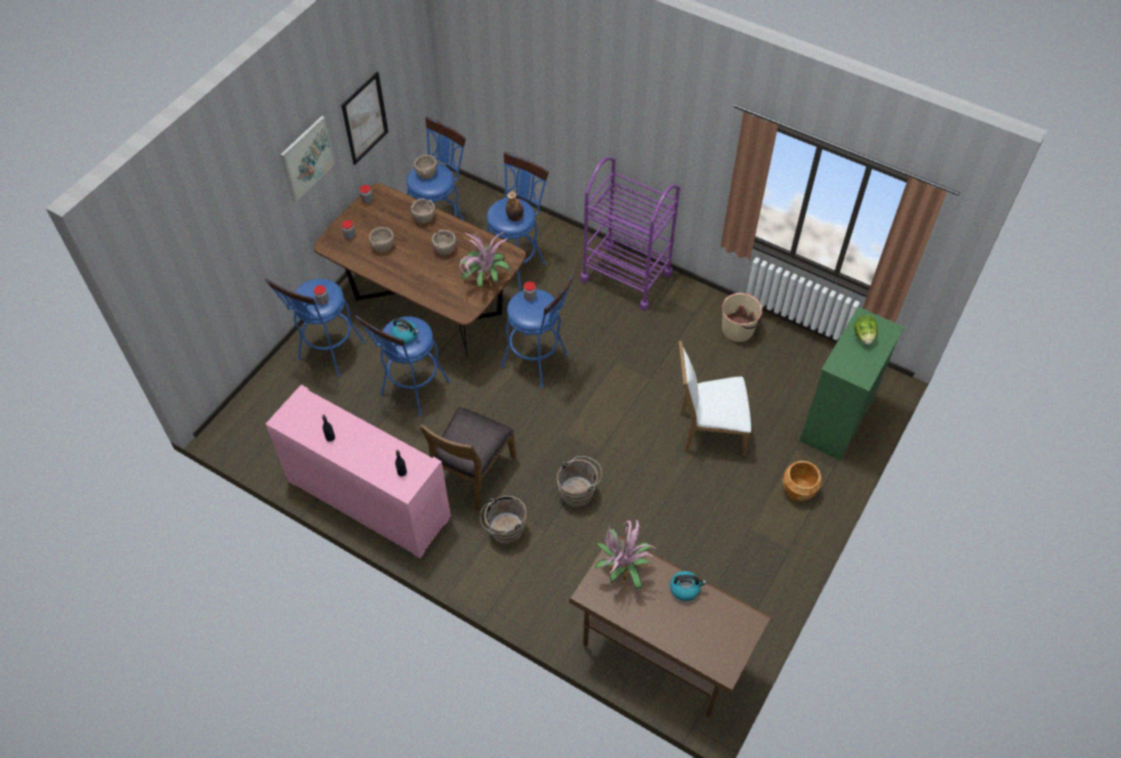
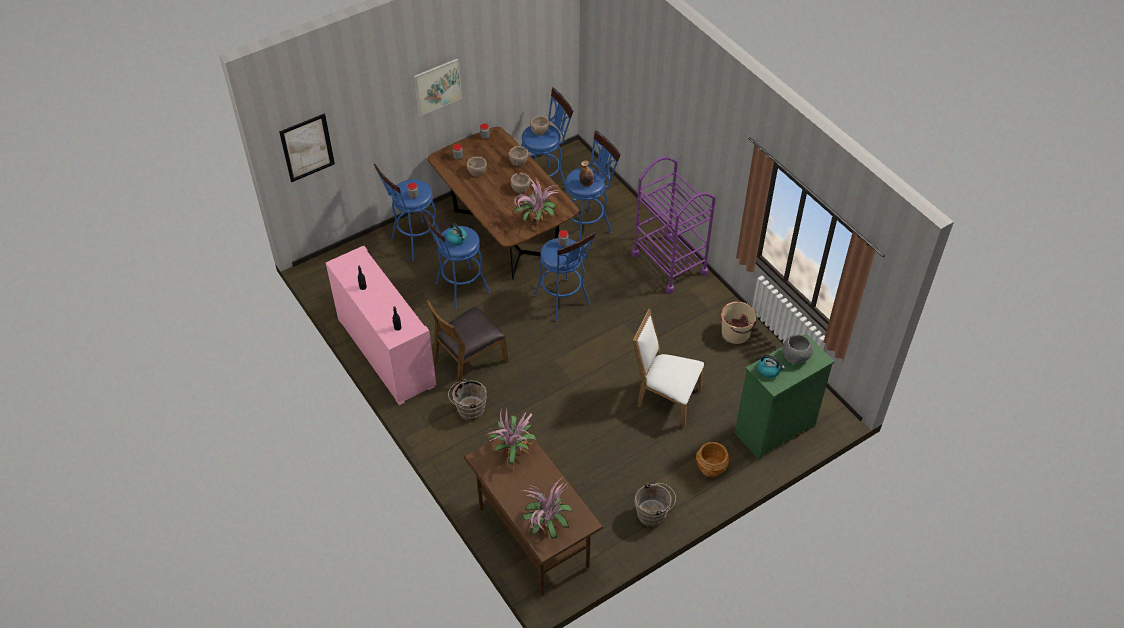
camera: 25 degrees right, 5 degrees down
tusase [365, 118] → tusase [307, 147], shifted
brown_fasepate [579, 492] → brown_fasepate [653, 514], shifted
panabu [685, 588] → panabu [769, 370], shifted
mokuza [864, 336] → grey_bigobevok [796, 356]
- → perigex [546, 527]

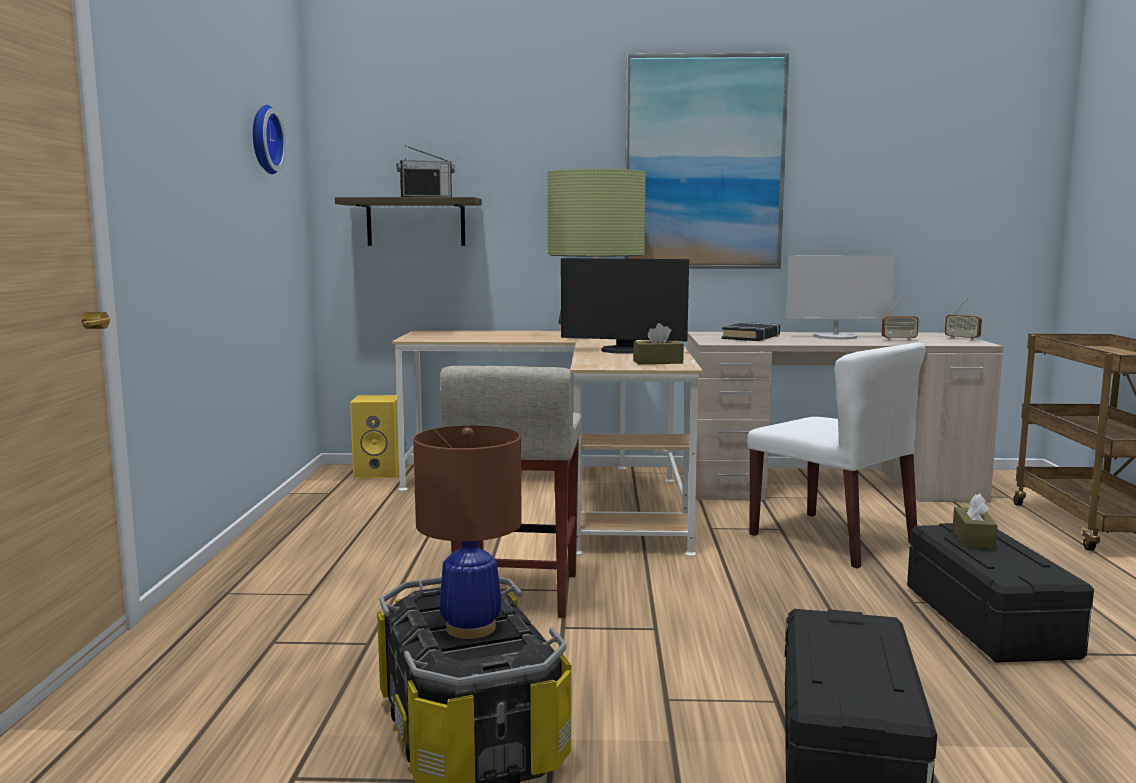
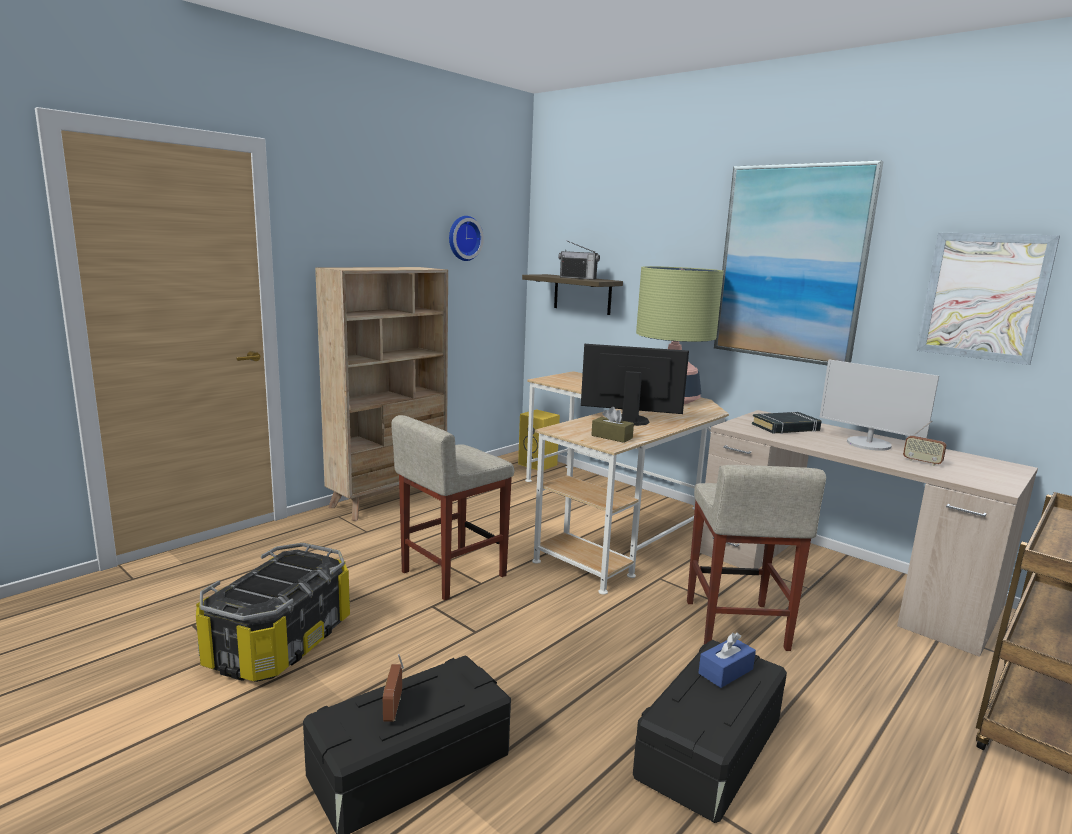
camera: 40 degrees right, 5 degrees up
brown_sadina [470, 628] → -
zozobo [623, 351] → zozobo [630, 420], 135 degrees clockwise
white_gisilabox [833, 539] → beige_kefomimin [735, 625]
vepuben [962, 339] → vepuben [393, 709], shifted
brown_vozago [973, 538] → blue_vozago [725, 671]
- → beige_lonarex [389, 499]
- → tusase [983, 297]

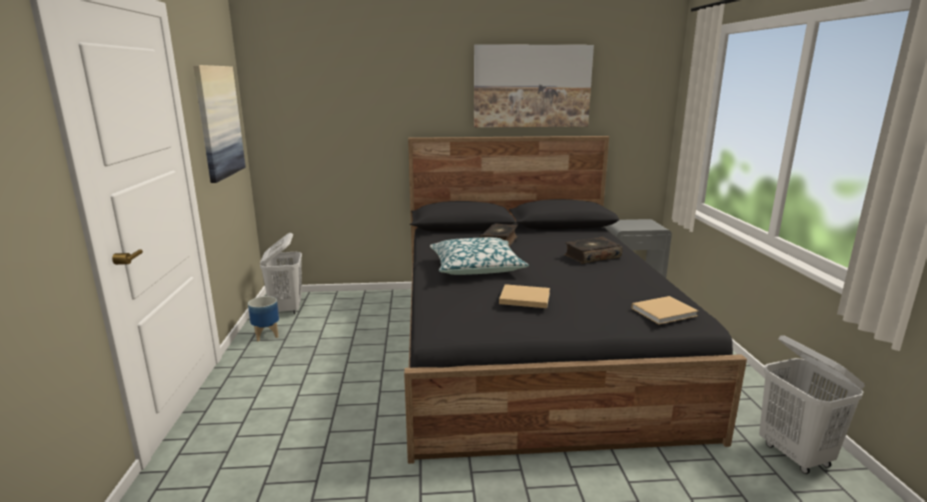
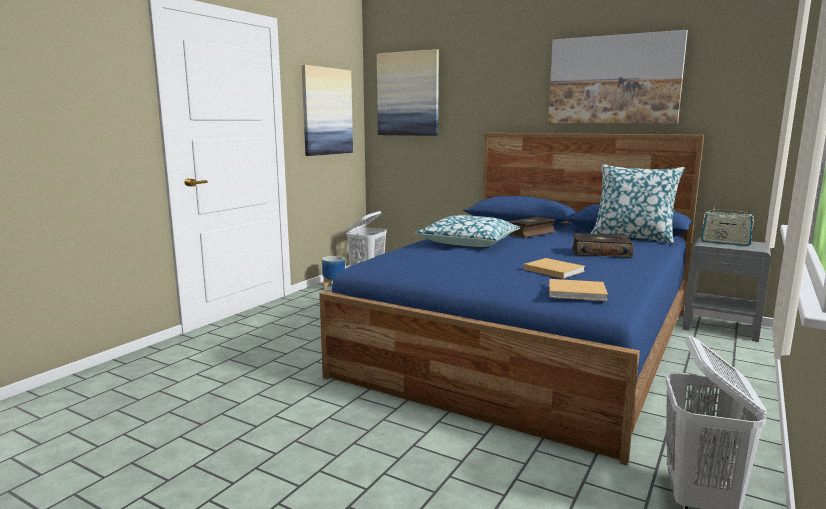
camera: 35 degrees right, 5 degrees down
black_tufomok [530, 346] → blue_tufomok [530, 341]
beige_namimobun [523, 298] → beige_namimobun [552, 270], shifted
- → tusase [408, 94]
- → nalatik [633, 237]
- → vepuben [725, 243]

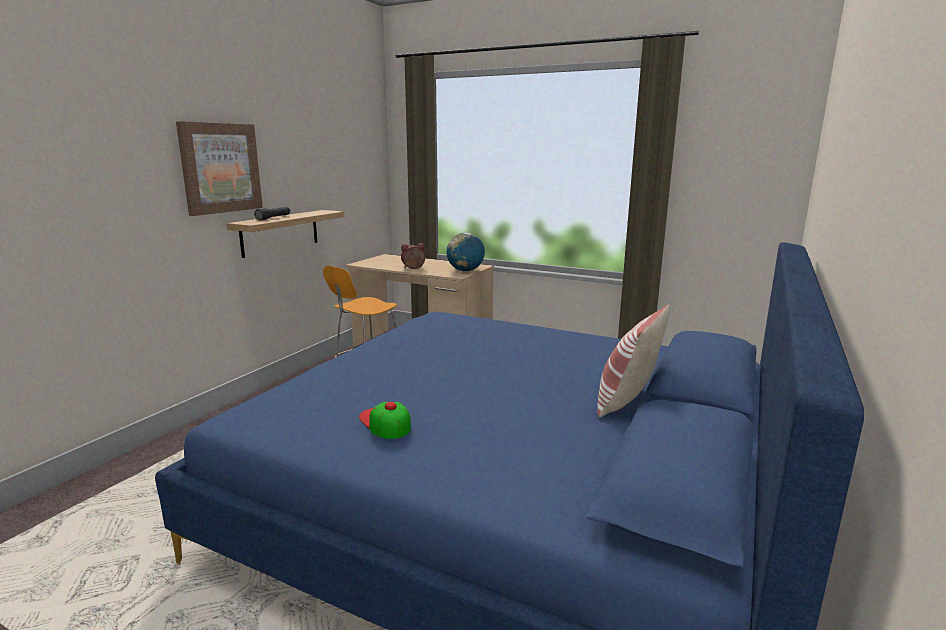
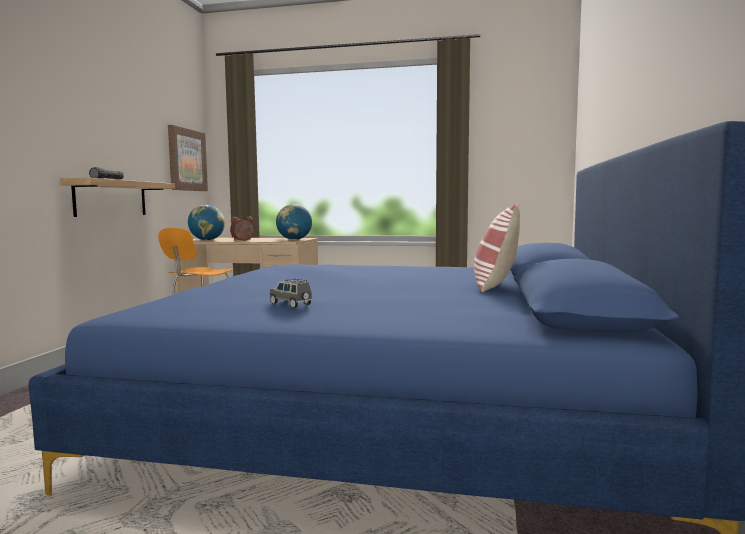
camera: 15 degrees left, 10 degrees down
tusase [220, 168] → tusase [186, 160], shifted
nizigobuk [385, 422] → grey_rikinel [291, 304]
- → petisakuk [207, 240]

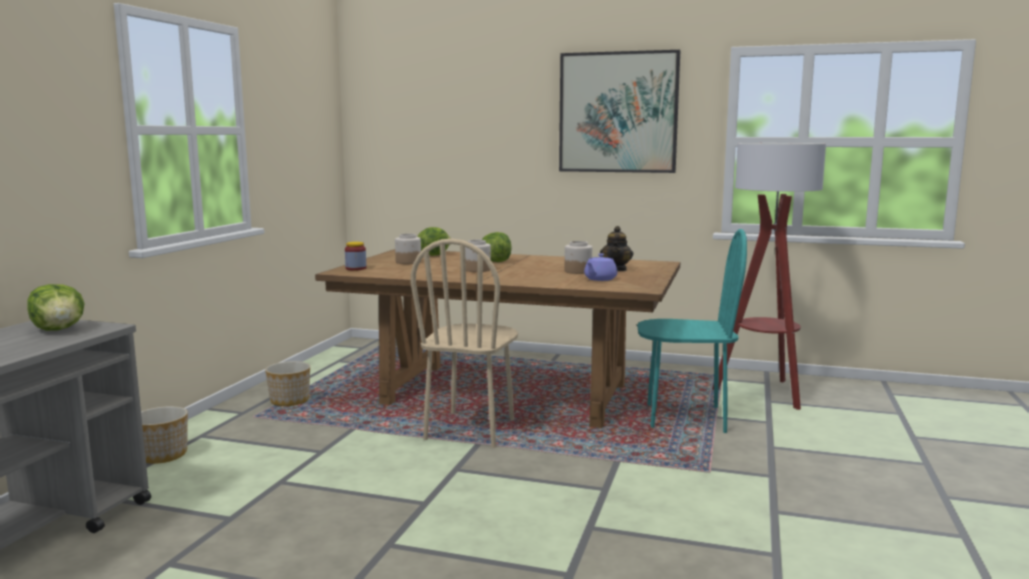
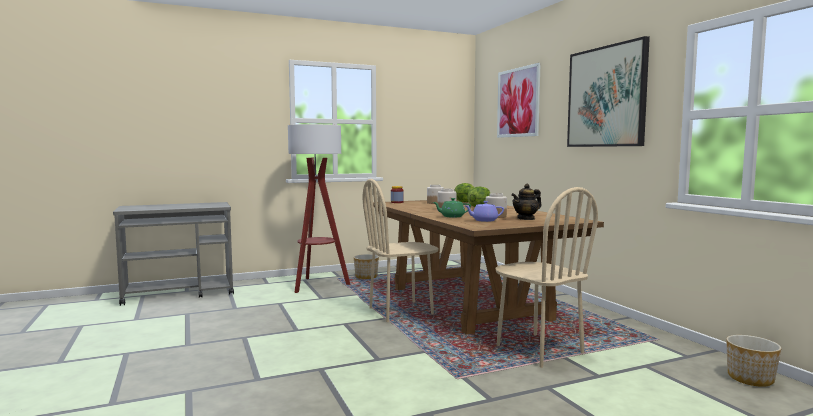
camera: 50 degrees right, 5 degrees down
mokuza [59, 329] → -
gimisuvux [163, 455] → gimisuvux [750, 378], shifted
turquoise_gisilabox [685, 418] → beige_gisilabox [538, 350]
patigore [764, 393] → patigore [317, 285], shifted
- → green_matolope [452, 216]
- → tusase [518, 102]

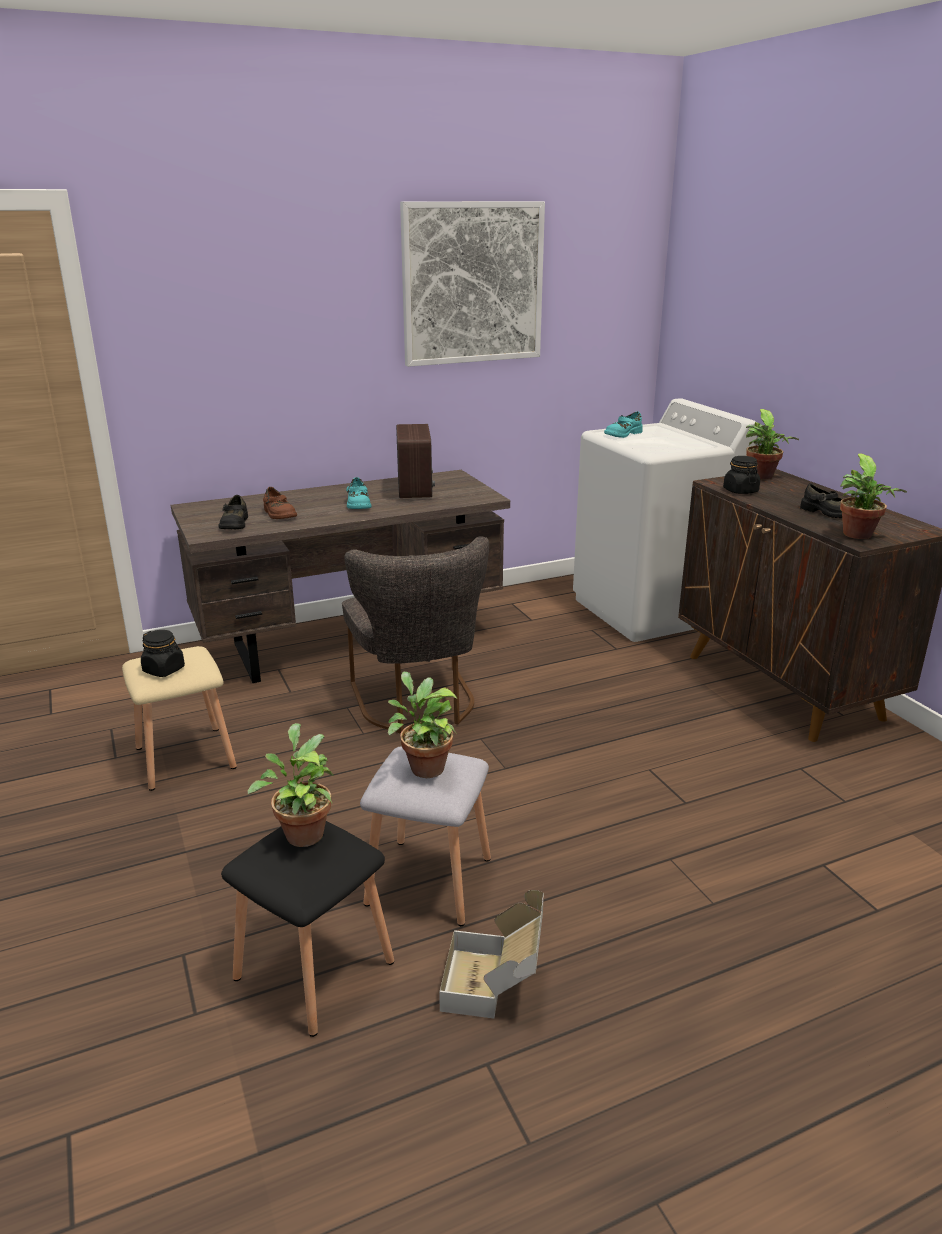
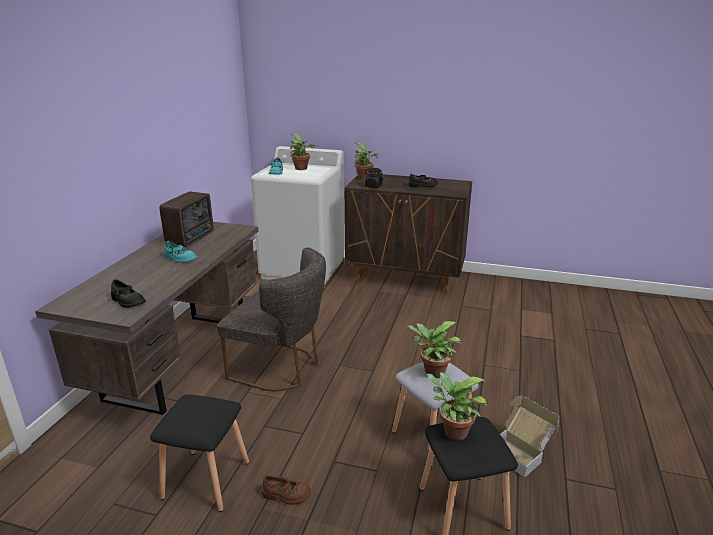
camera: 50 degrees left, 0 degrees up
beige_kefomimin [187, 758] → black_kefomimin [208, 479]
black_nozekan [164, 670] → -
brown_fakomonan [279, 514] → brown_fakomonan [286, 495], shifted
vepuben [416, 489] → vepuben [192, 238], 75 degrees clockwise
tusase [473, 283] → -
perigex [858, 536] → perigex [302, 169], shifted

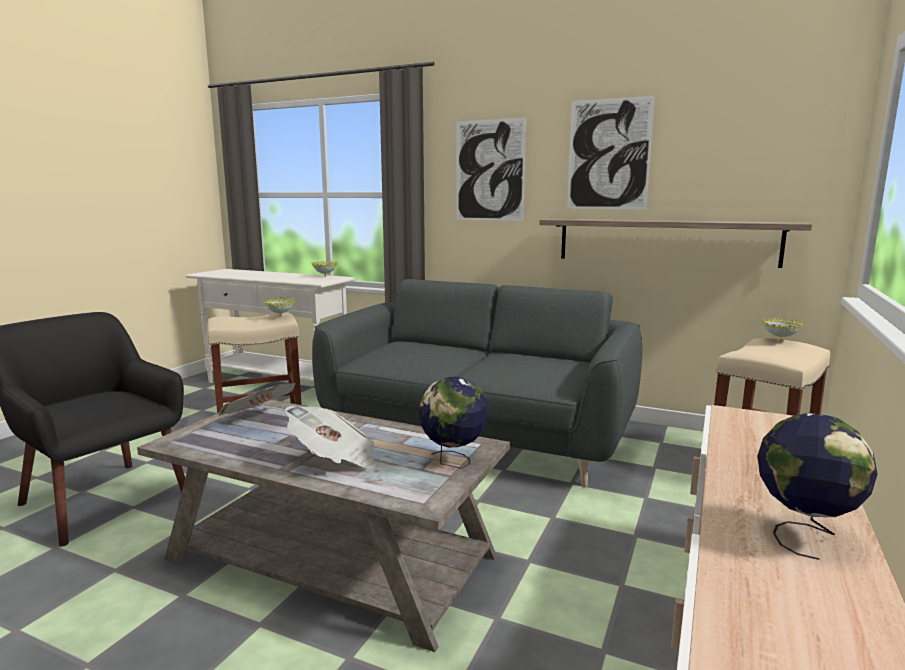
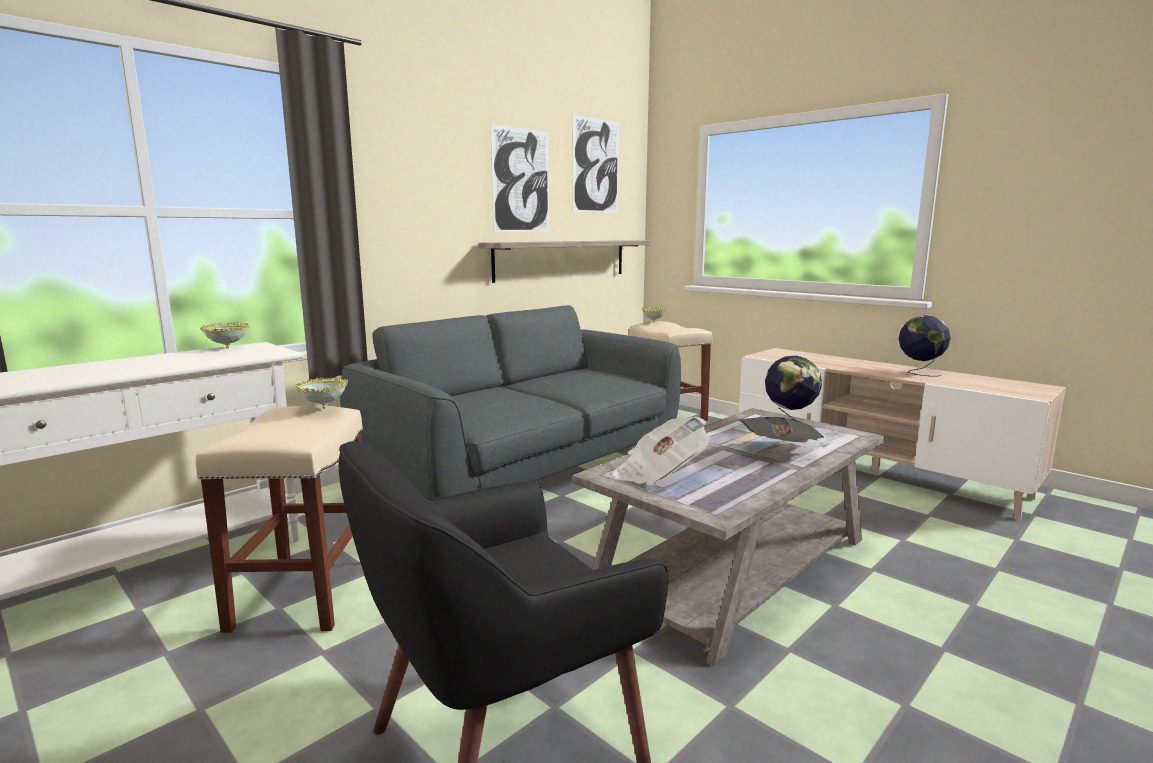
camera: 70 degrees left, 0 degrees up
tusase [489, 170] → tusase [596, 166], shifted

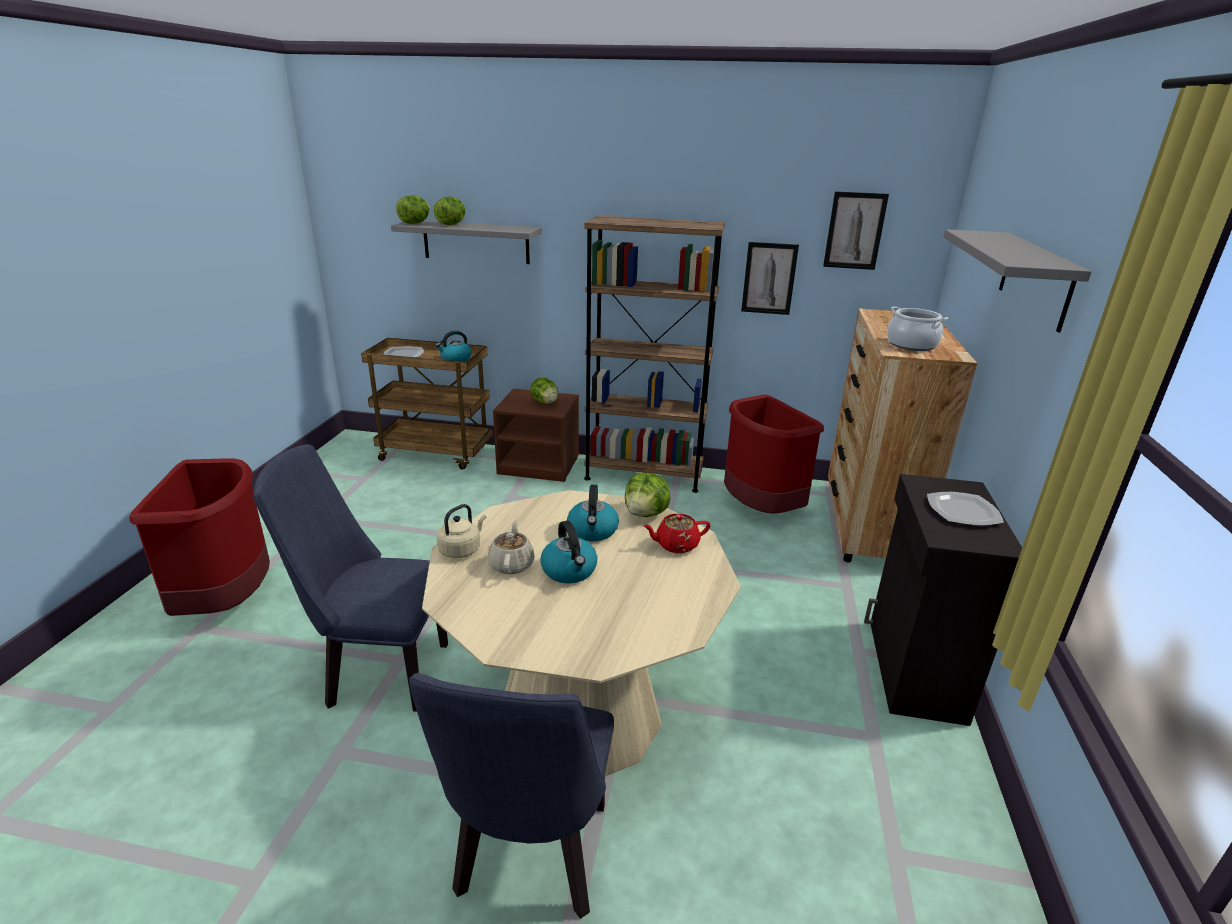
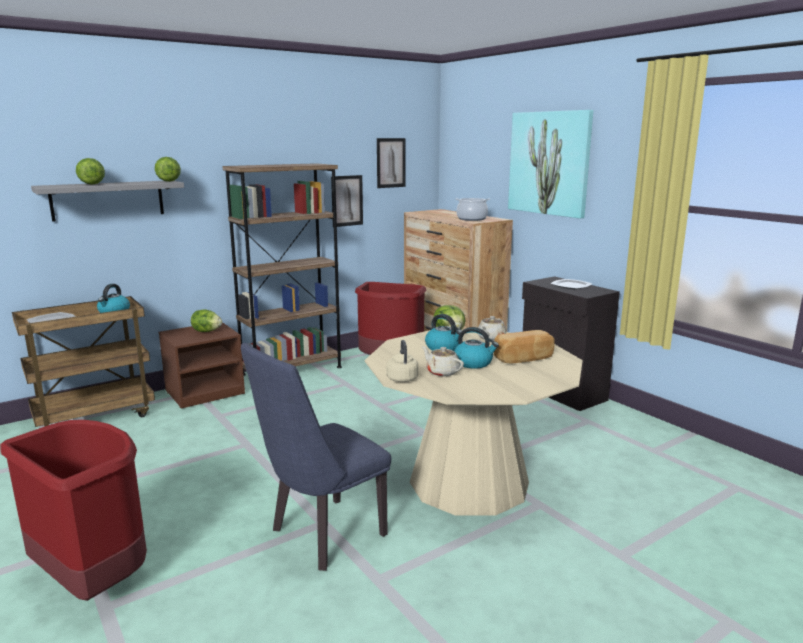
camera: 45 degrees left, 10 degrees down
mokuza [415, 223] → mokuza [169, 181], shifted
blue_gisilabox [531, 862] → -
red_matolope [676, 545] → beige_matolope [491, 338]
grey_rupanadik [1035, 279] → tusase [549, 163]
- → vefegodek [524, 359]

